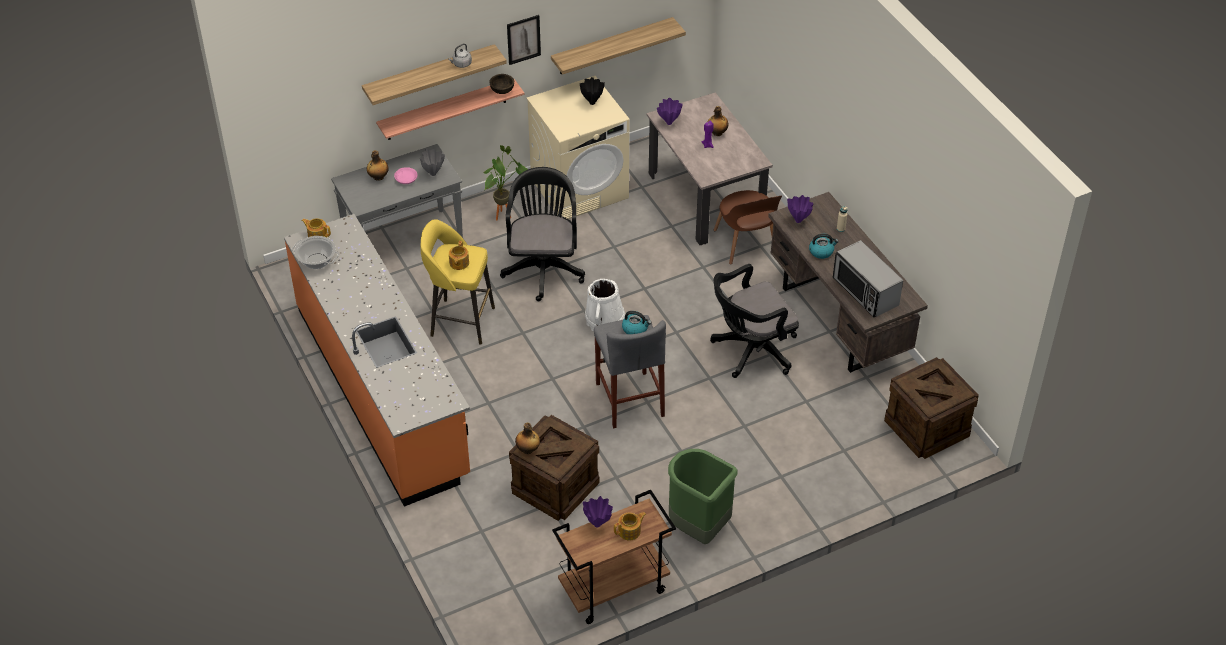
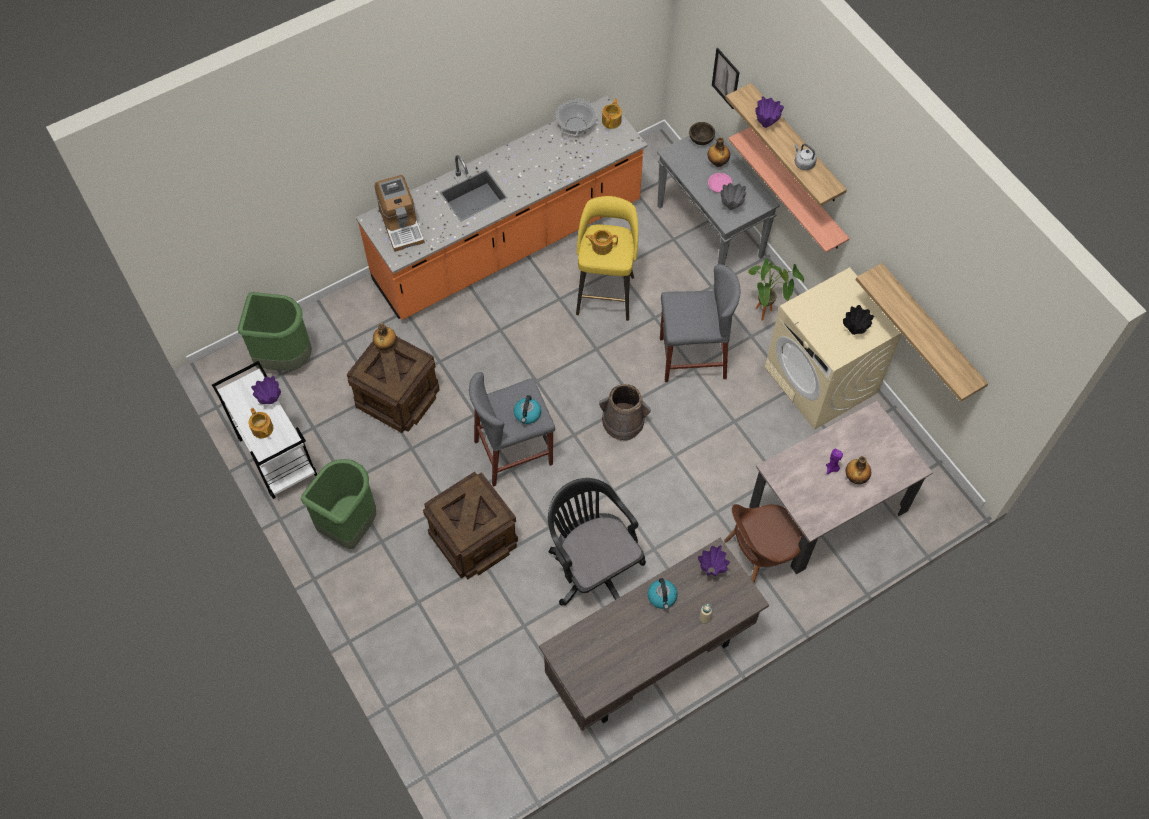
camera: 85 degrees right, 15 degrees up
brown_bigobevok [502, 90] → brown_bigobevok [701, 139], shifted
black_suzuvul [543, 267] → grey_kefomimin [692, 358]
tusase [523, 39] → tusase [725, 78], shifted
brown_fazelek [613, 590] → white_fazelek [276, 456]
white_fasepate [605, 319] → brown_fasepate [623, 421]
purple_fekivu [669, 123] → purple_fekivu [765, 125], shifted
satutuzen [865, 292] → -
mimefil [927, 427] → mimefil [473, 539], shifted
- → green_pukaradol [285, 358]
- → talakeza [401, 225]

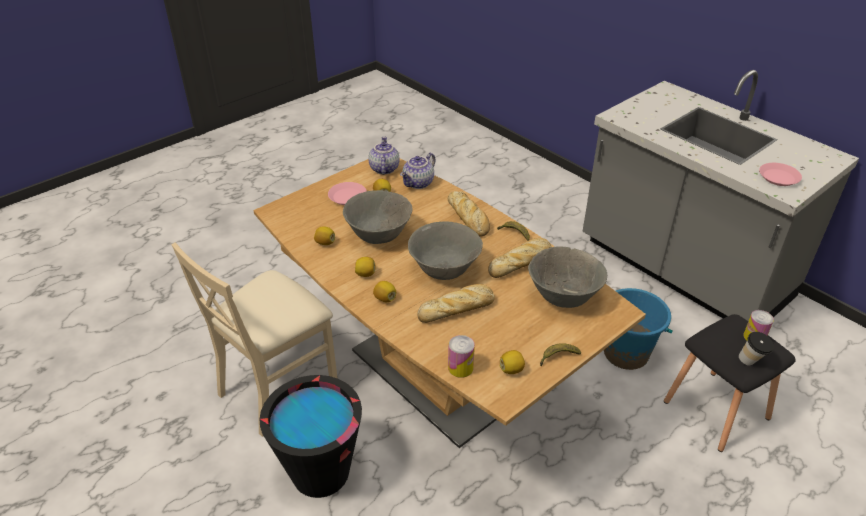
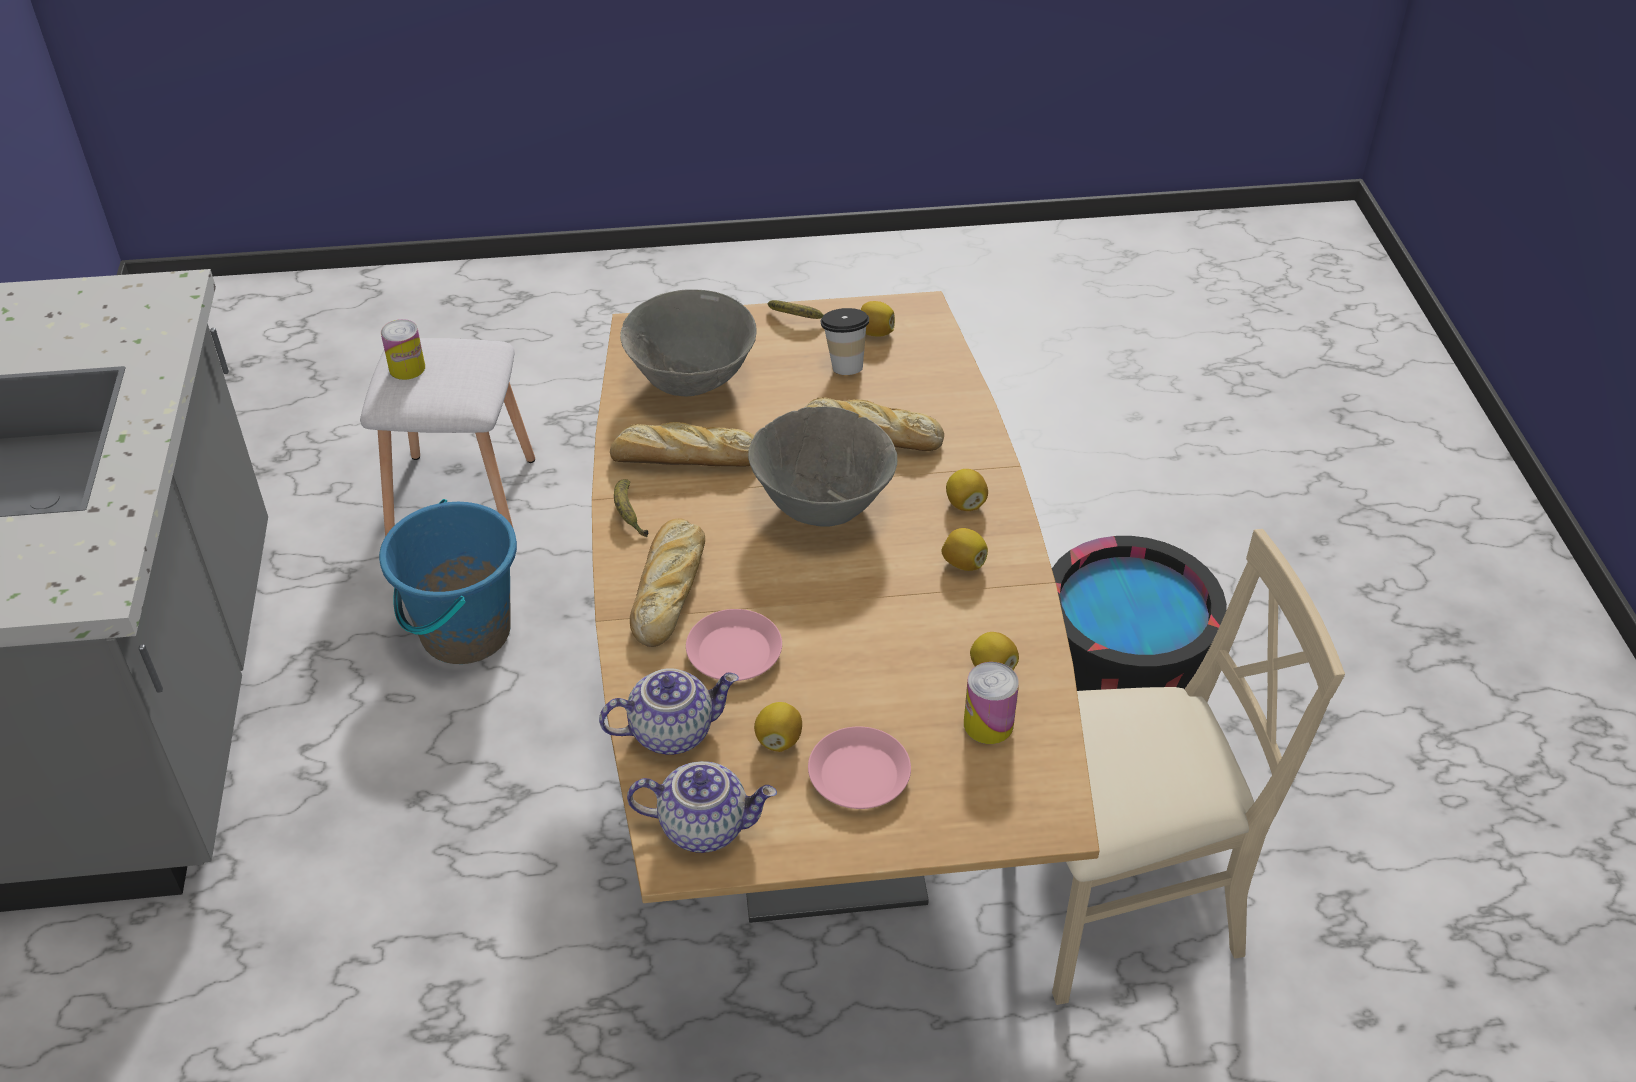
camera: 145 degrees left, 5 degrees up
grey_bigobevok [378, 235] → -
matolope [383, 169] → matolope [705, 825], 120 degrees counterclockwise
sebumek [460, 367] → sebumek [988, 724], shifted
black_kefomimin [716, 408] → white_kefomimin [459, 499]
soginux [751, 362] → soginux [844, 364], shifted
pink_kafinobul [779, 178] → pink_kafinobul [734, 652], shifted

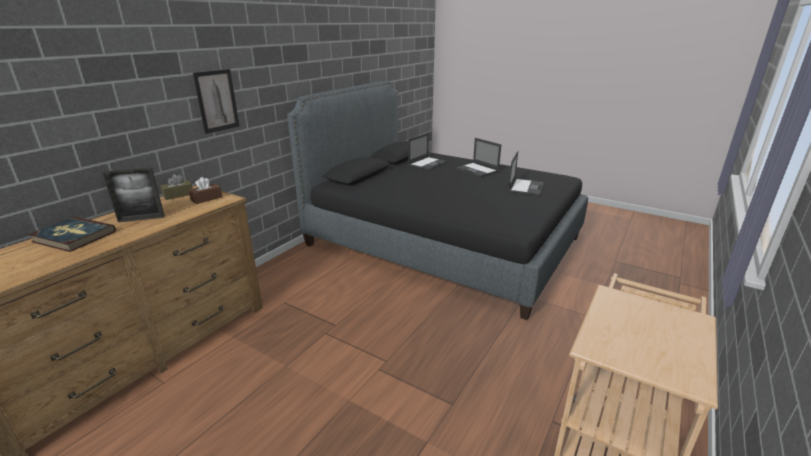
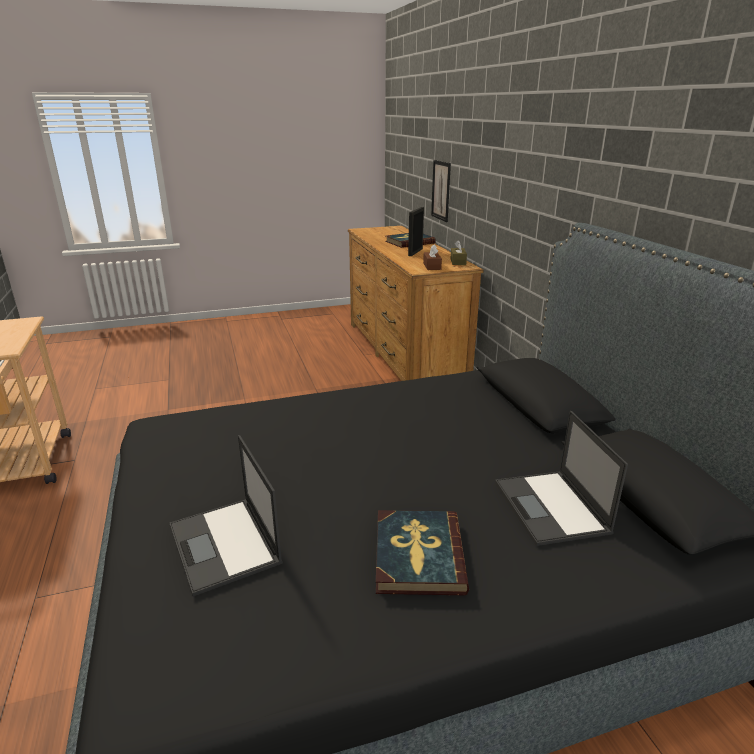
camera: 130 degrees right, 0 degrees up
tusase [217, 101] → tusase [441, 190], shifted
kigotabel [477, 170] → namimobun [418, 555]

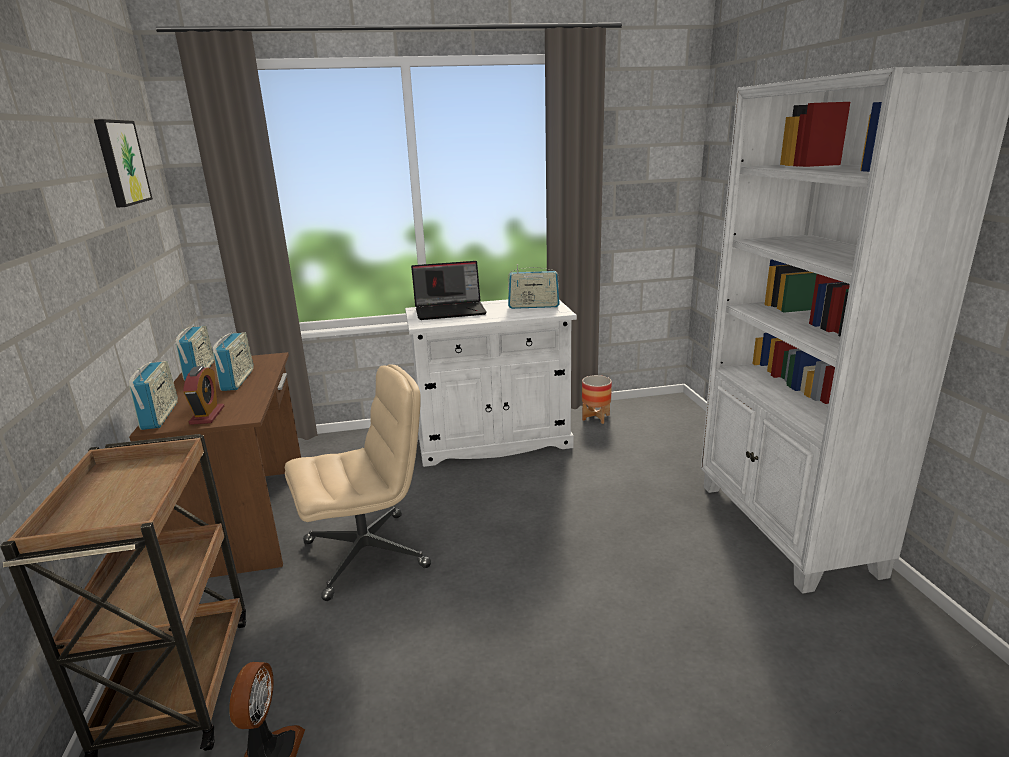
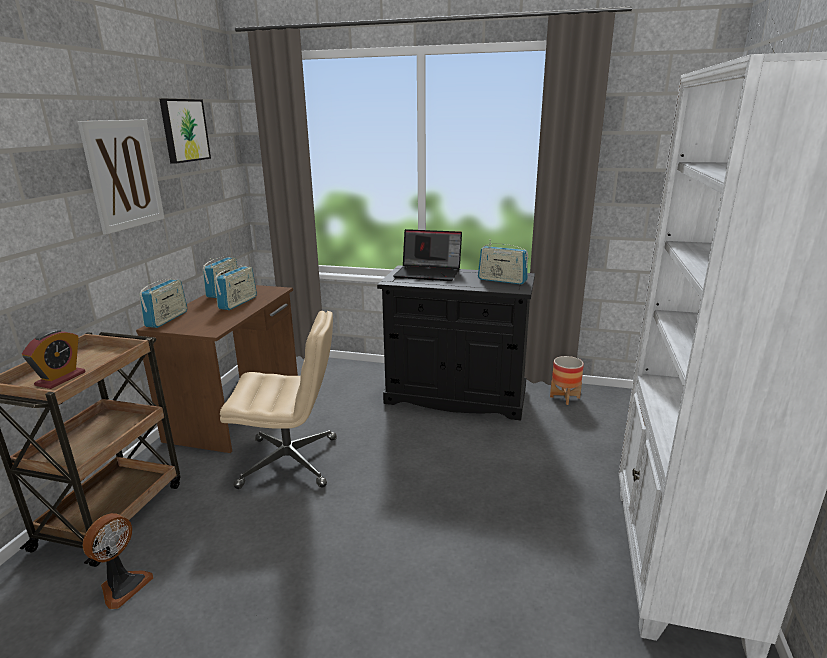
camera: 25 degrees right, 0 degrees up
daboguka [207, 415] → daboguka [60, 379], shifted
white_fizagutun [493, 441] → black_fizagutun [455, 396]
- → tusase [124, 175]

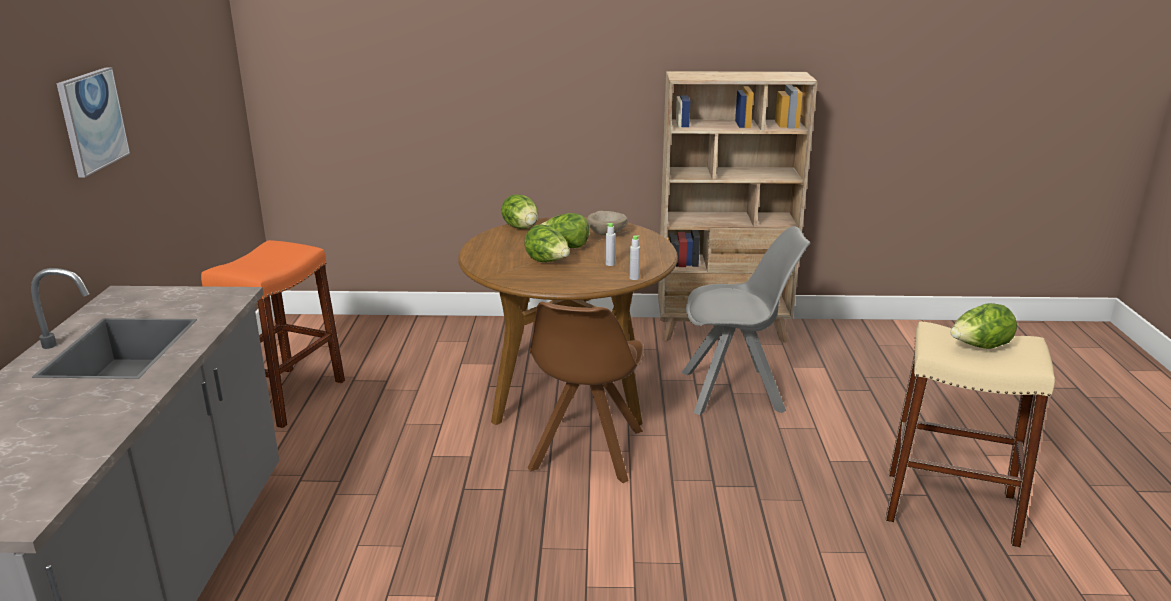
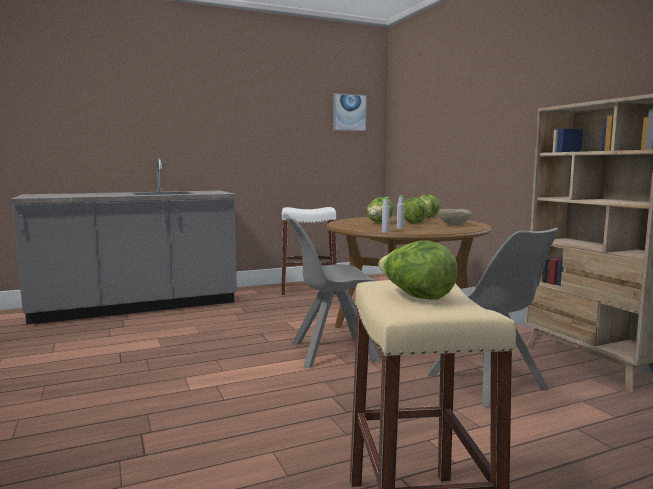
camera: 65 degrees right, 15 degrees down
tusase [92, 121] → tusase [349, 112], shifted
orange_kefomimin [285, 396] → white_kefomimin [309, 290]
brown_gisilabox [585, 452] → grey_gisilabox [331, 352]

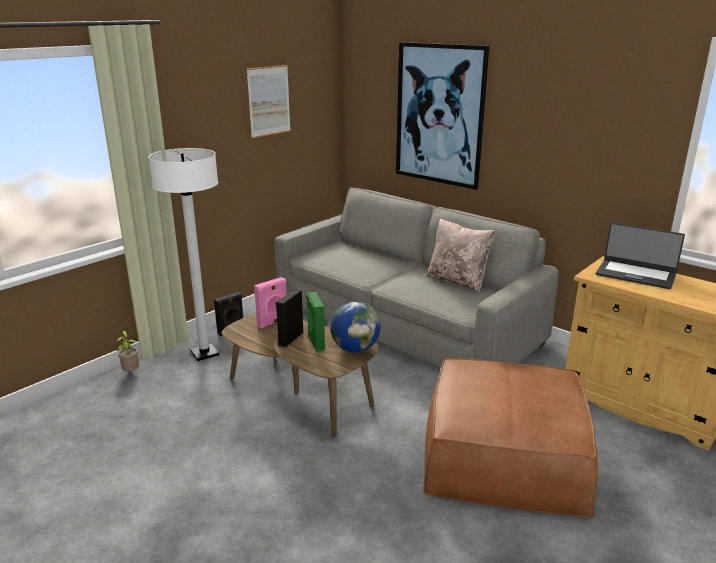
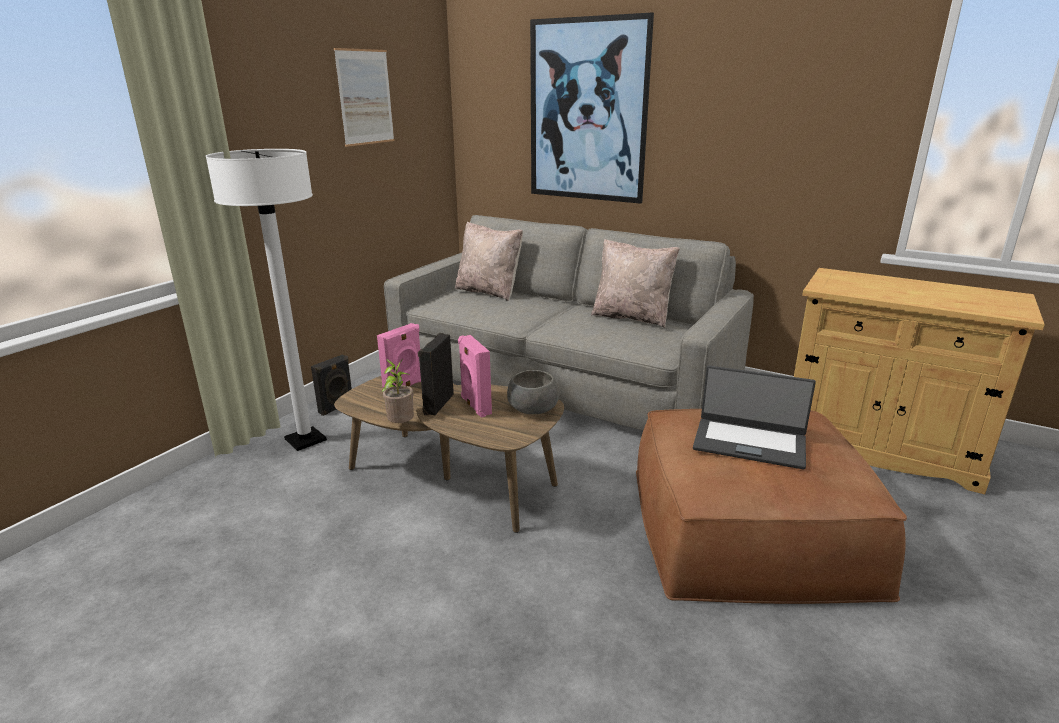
camera: 10 degrees left, 0 degrees up
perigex [131, 372] → perigex [401, 425], shifted
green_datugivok [315, 342] → pink_datugivok [475, 406]
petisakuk [355, 349] → grey_bigobevok [532, 409]
kigotabel [635, 274] → kigotabel [749, 442], shifted
- → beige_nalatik [489, 292]

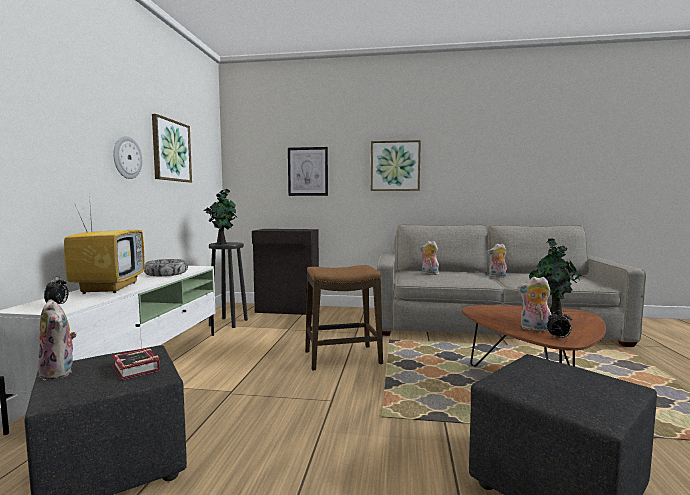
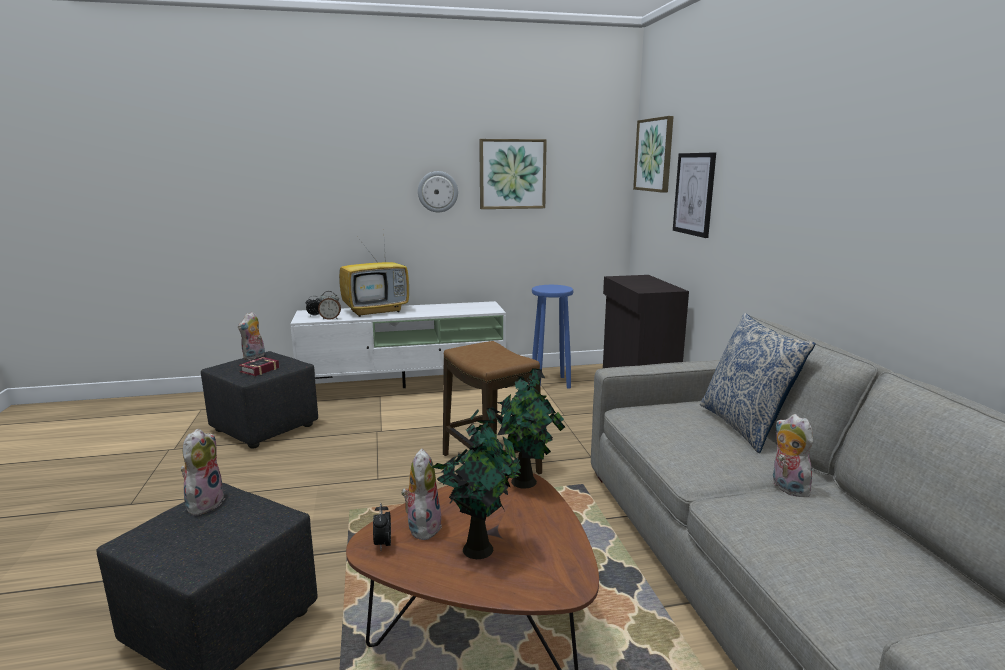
camera: 70 degrees right, 10 degrees up
bigobevok [166, 274] → -
perigex [222, 243] → perigex [526, 482], shifted
black_kefomimin [229, 323] → blue_kefomimin [550, 383]
tusase [395, 166] → tusase [654, 155], shifted
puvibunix [429, 274] → puvibunix [204, 503], shifted
- → daboguka [330, 319]
- → nalatik [745, 426]

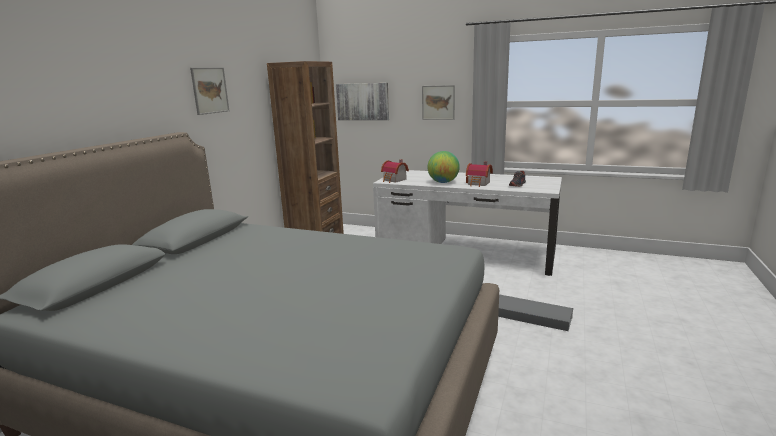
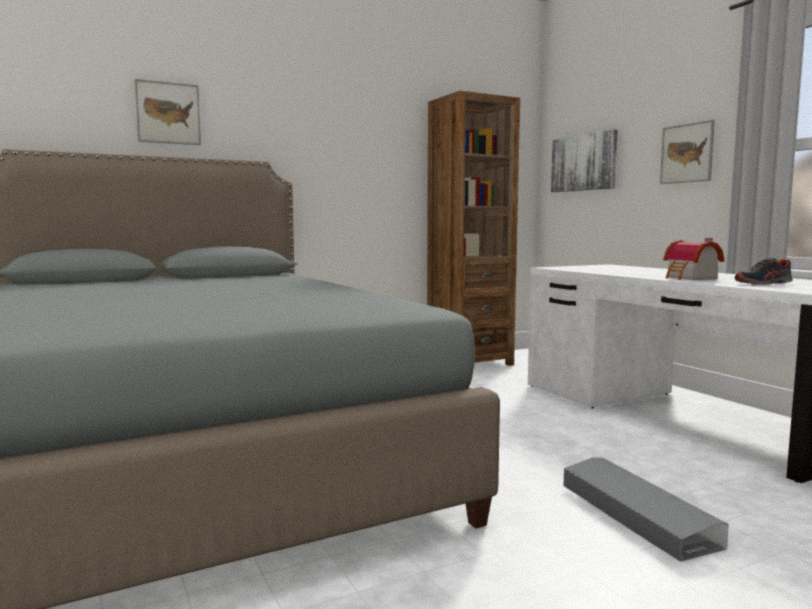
camera: 40 degrees right, 10 degrees down
tusase [210, 90] → tusase [168, 113], shifted
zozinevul [394, 180] → -
petisakuk [443, 182] → -

